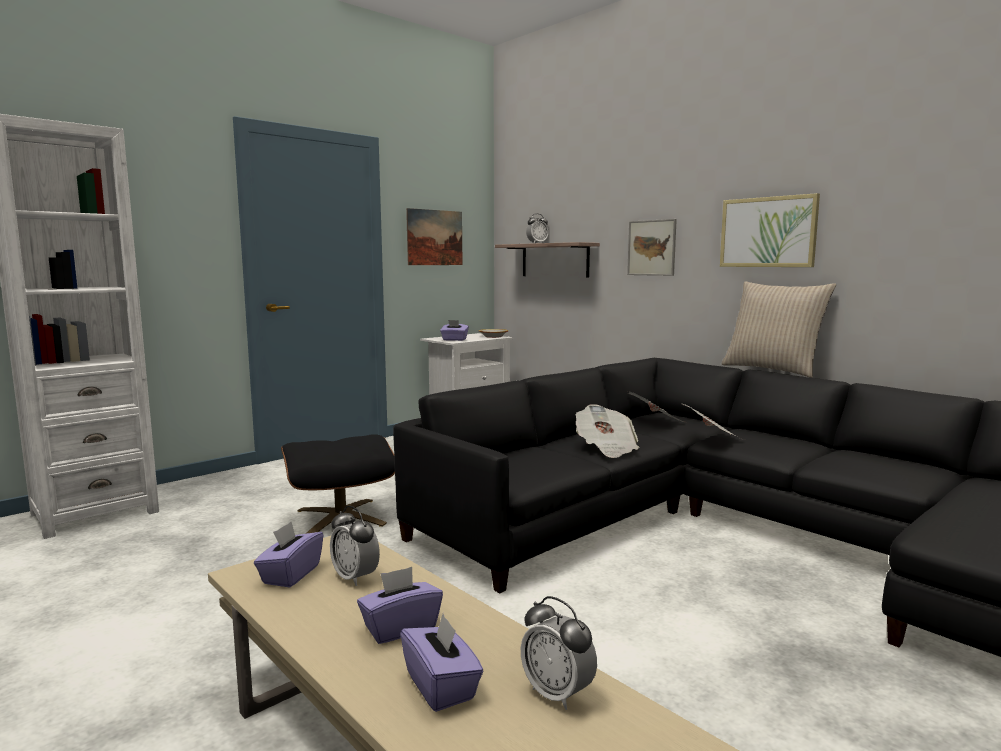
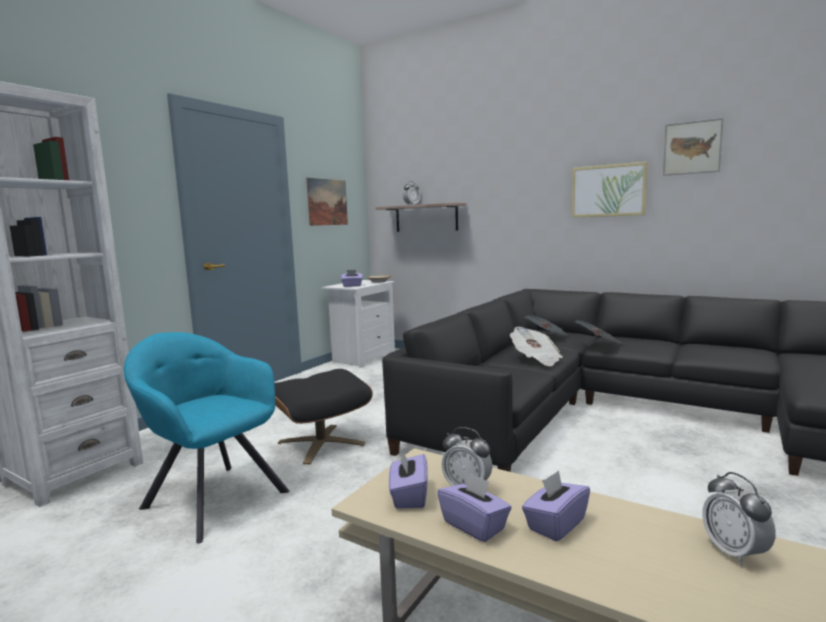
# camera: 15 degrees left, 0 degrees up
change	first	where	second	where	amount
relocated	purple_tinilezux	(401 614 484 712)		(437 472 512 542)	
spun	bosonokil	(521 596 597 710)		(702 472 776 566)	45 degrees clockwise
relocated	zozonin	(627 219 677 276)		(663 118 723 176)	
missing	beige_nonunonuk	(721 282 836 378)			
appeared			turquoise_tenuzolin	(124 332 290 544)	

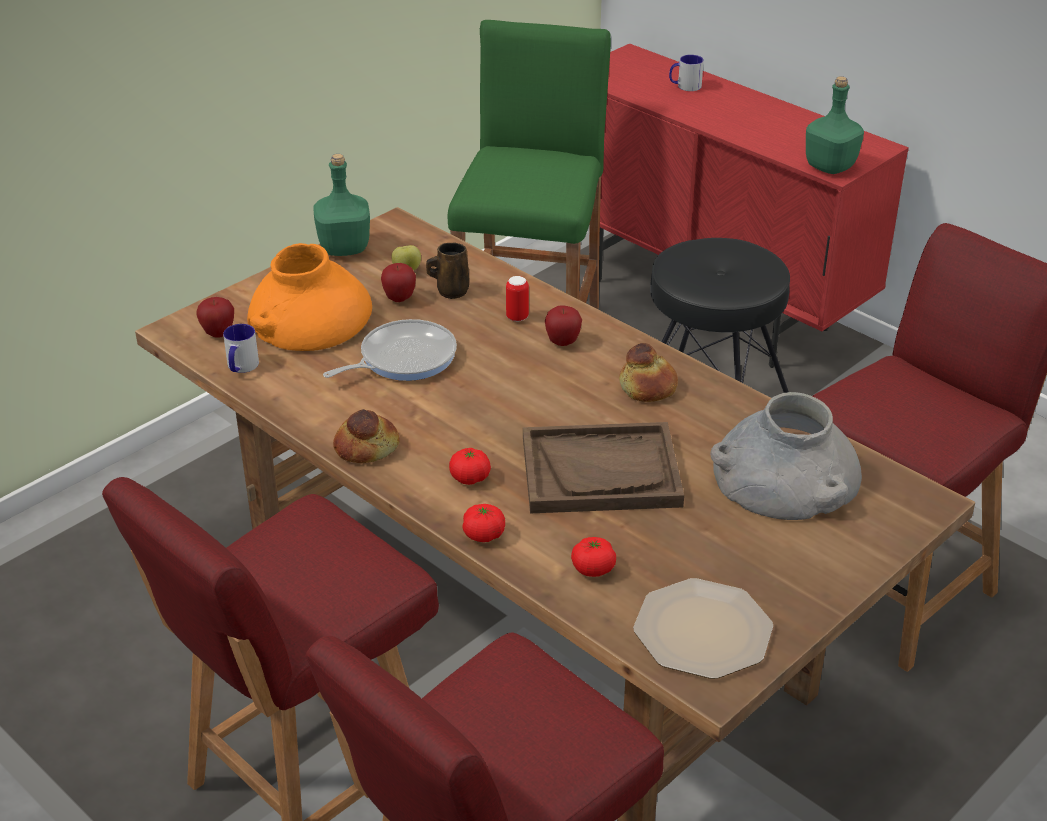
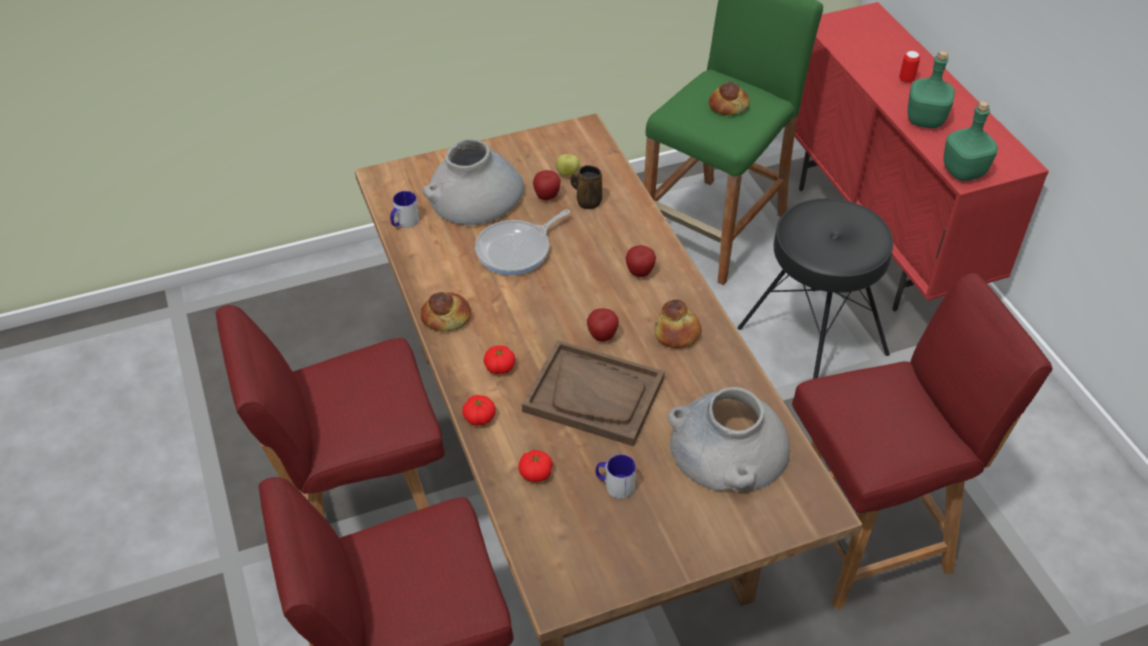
# camera: 25 degrees right, 10 degrees up
change	first	where	second	where	amount
relocated	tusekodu	(196 297 234 338)		(587 308 619 342)	
colour	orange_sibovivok	(247 243 372 351)	grey_sibovivok	(423 139 524 225)	
relocated	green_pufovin	(313 154 370 256)		(908 51 955 128)	
spun	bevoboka	(323 319 457 381)		(475 209 570 275)	150 degrees clockwise
relocated	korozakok	(506 276 529 321)		(899 51 920 83)	
missing	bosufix	(633 578 773 679)			
relocated	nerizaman	(669 55 704 91)		(595 455 636 499)	
appeared			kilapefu	(709 82 750 115)	

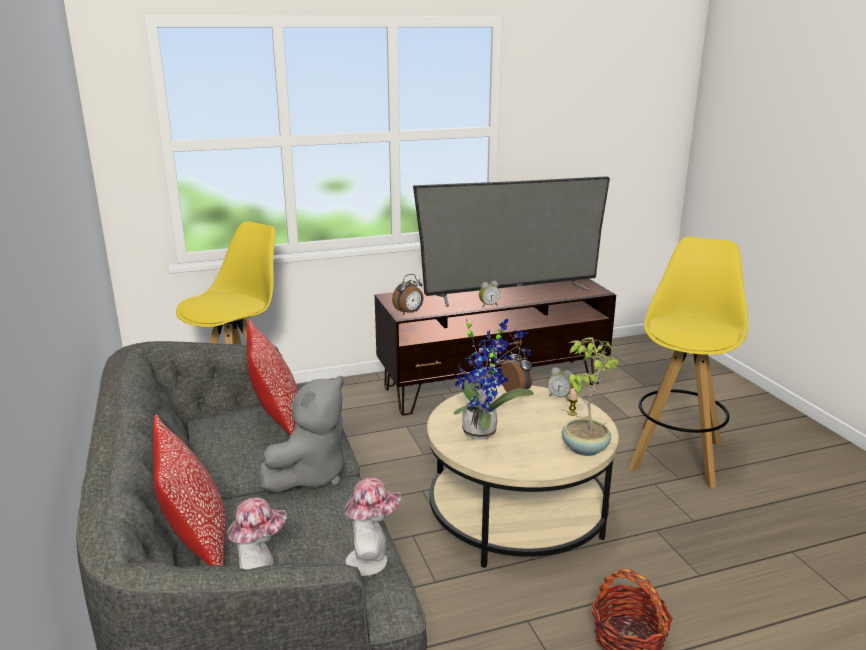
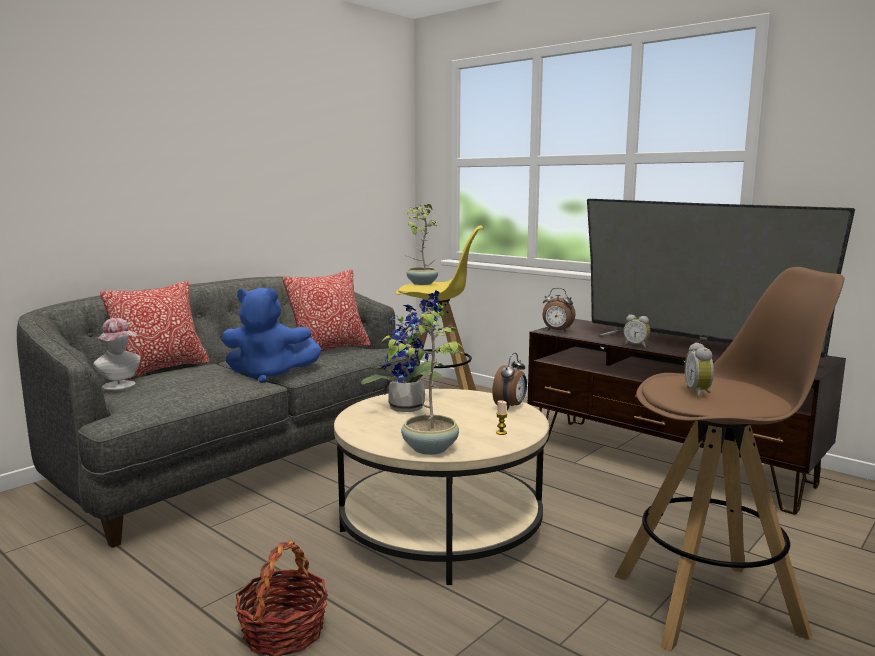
# camera: 60 degrees right, 10 degrees down
change	first	where	second	where	amount
colour	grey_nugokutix	(259 376 344 493)	blue_nugokutix	(221 288 322 383)	
missing	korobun	(345 477 401 576)			
relocated	bosonokil	(548 367 574 401)		(684 342 714 398)	
colour	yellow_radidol	(629 237 748 489)	brown_radidol	(615 267 845 651)	
appeared			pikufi	(405 204 439 285)	

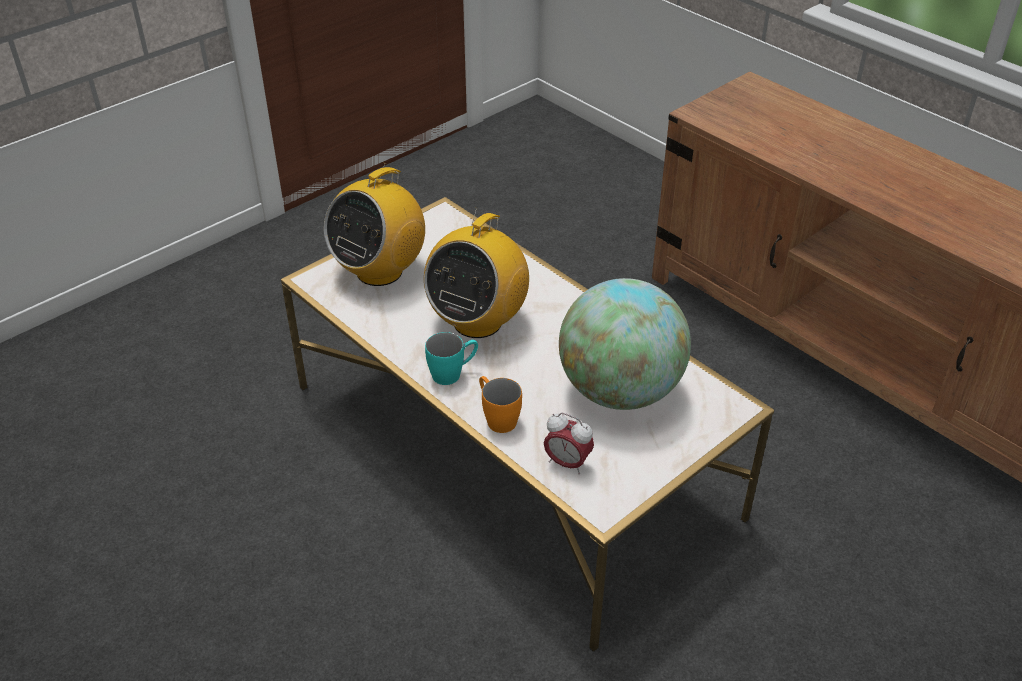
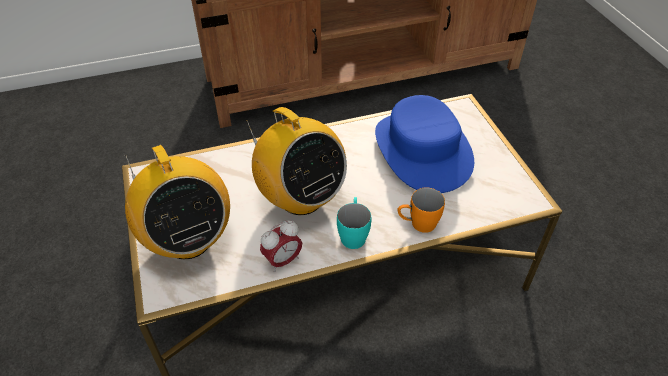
# camera: 65 degrees left, 5 degrees up
change	first	where	second	where	amount
relocated	bosonokil	(544 412 594 475)		(260 221 302 272)	
exchanged	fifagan	(559 278 691 410)	blue_korobun	(375 95 474 193)	

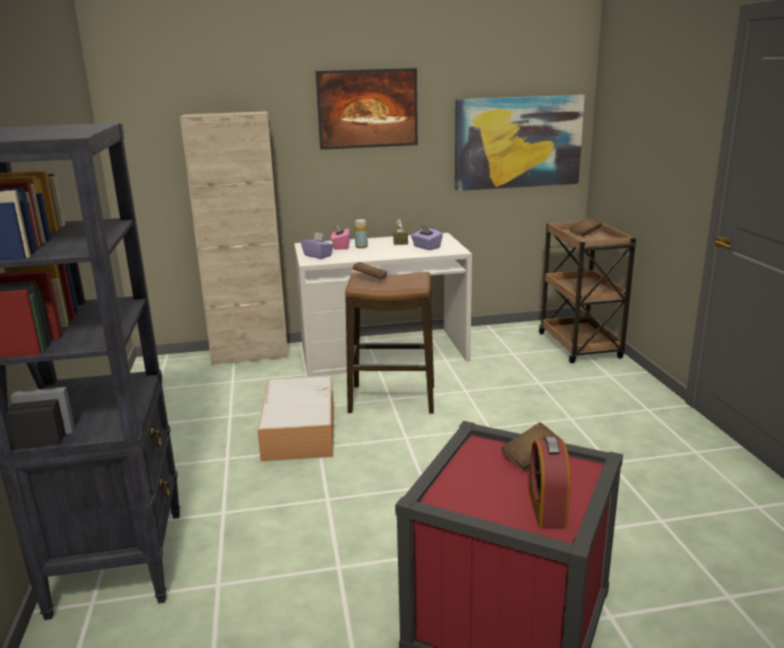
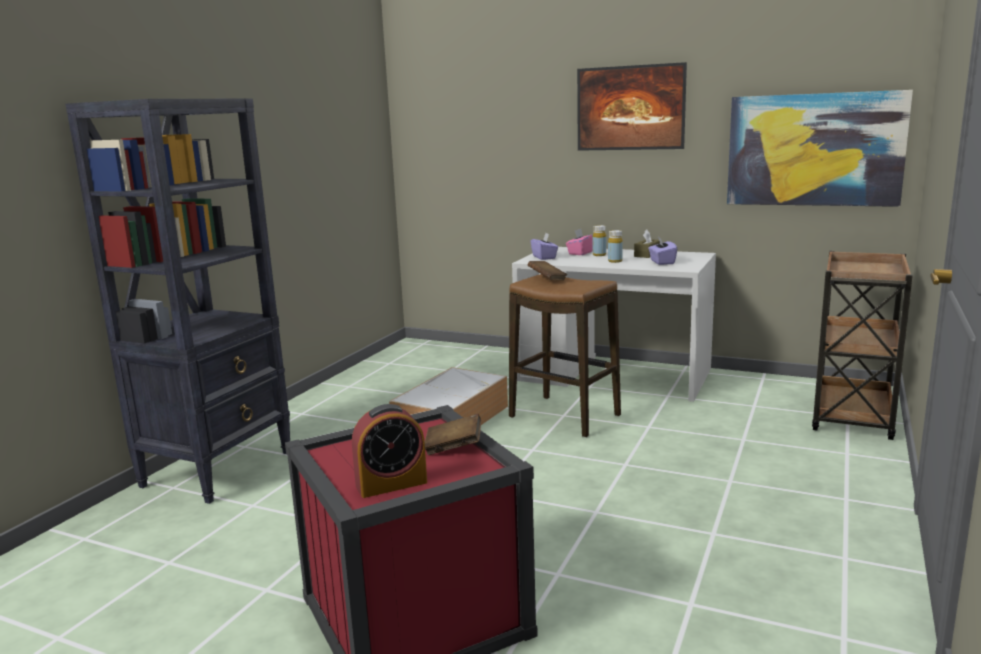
# camera: 35 degrees right, 5 degrees down
change	first	where	second	where	amount
missing	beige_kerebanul	(180 111 288 365)			
spun	bosonokil	(529 436 571 529)		(352 404 427 498)	150 degrees counterclockwise
missing	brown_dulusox	(569 217 603 237)			
appeared			yellow_pufovin	(608 230 623 263)	

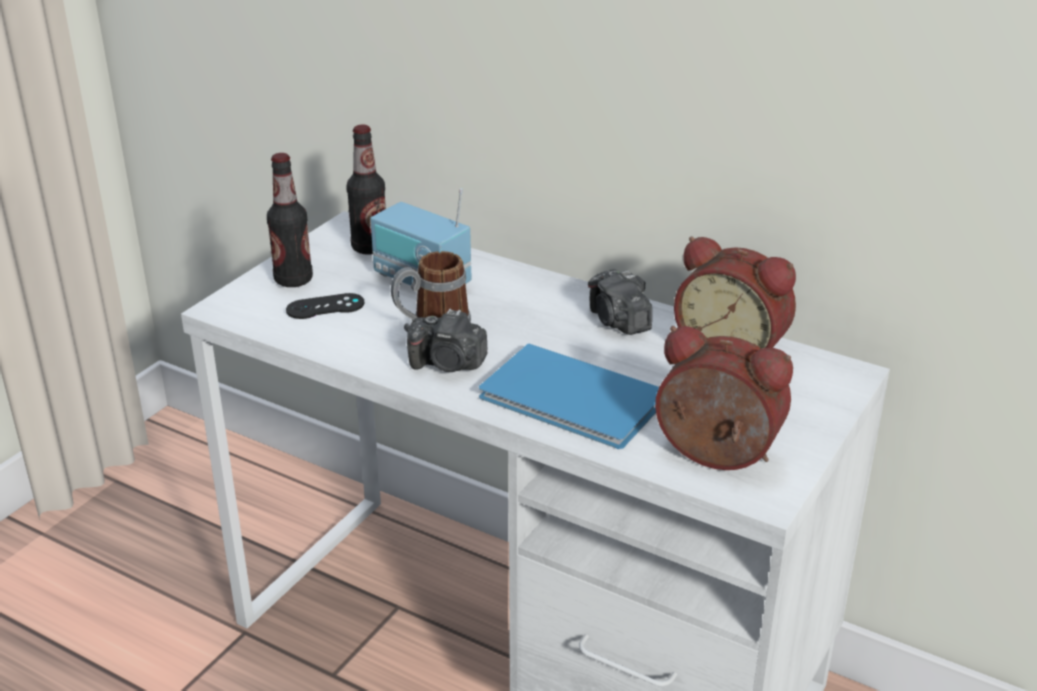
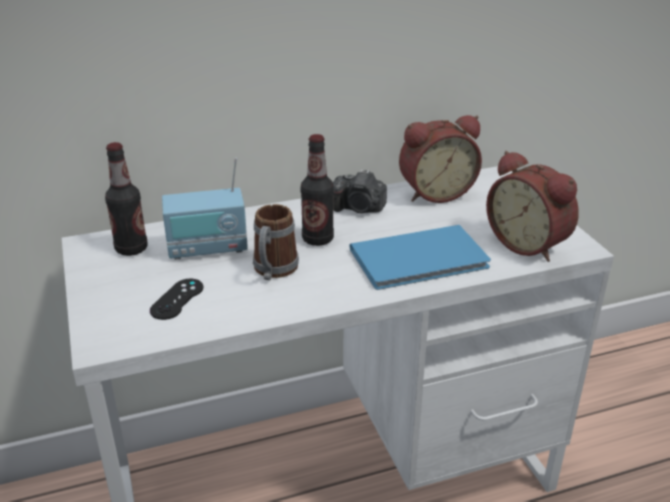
# camera: 50 degrees left, 0 degrees up
change	first	where	second	where	amount
relocated	pufovin	(267 153 313 287)		(301 134 334 246)	
missing	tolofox	(407 309 488 372)			
spun	bosonokil	(655 326 793 470)		(486 151 579 262)	105 degrees counterclockwise

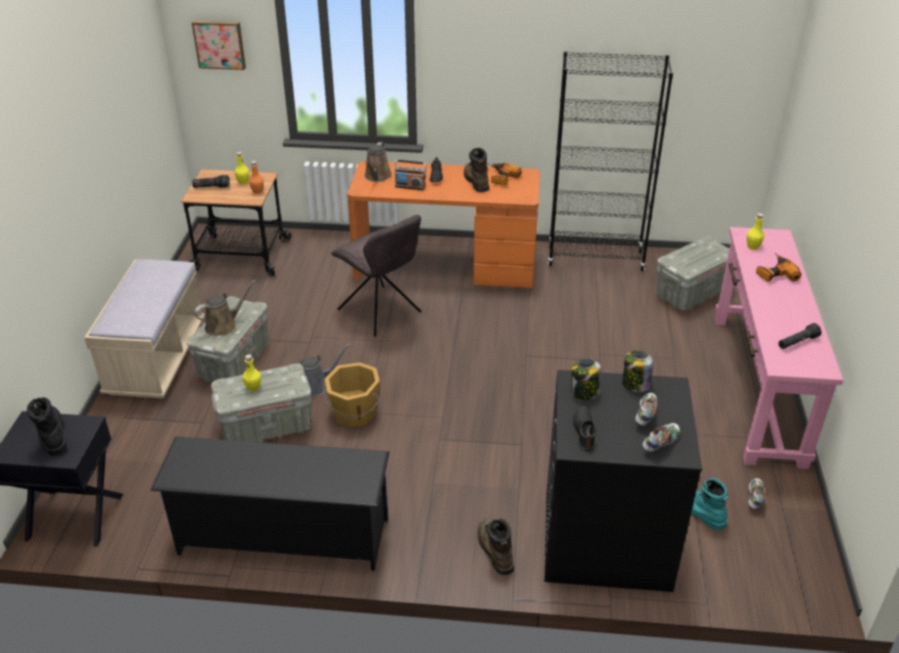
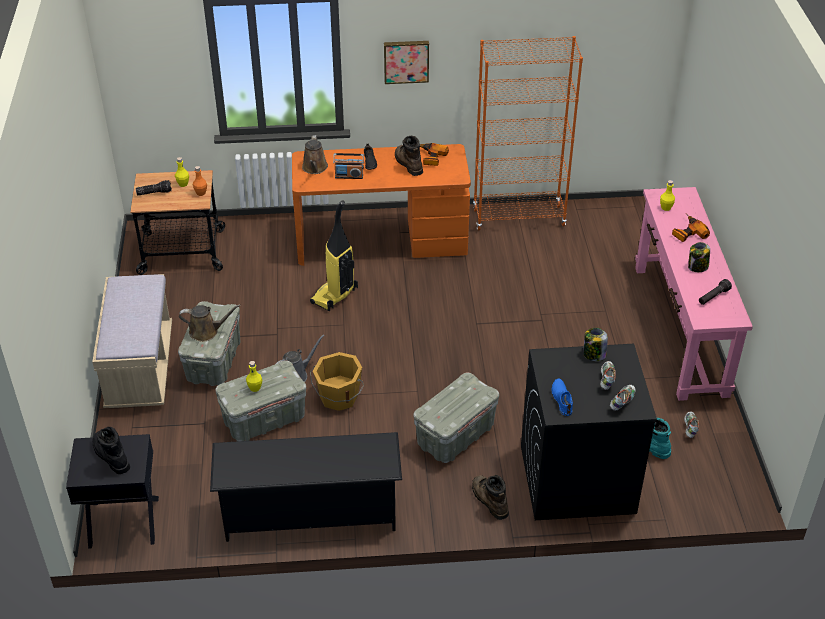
# camera: 10 degrees left, 5 degrees up
change	first	where	second	where	amount
relocated	zozonin	(191 20 246 70)		(384 41 429 84)	
spun	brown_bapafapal	(194 280 256 336)		(179 304 240 342)	45 degrees clockwise
exchanged	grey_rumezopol	(331 215 422 337)	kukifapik	(310 200 358 311)	
colour	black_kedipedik	(548 51 673 271)	orange_kedipedik	(473 36 583 231)	
relocated	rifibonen	(572 358 601 400)		(688 242 710 272)	
colour	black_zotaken	(573 405 595 451)	blue_zotaken	(551 379 573 416)	
relocated	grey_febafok	(656 236 730 310)		(414 373 499 463)	

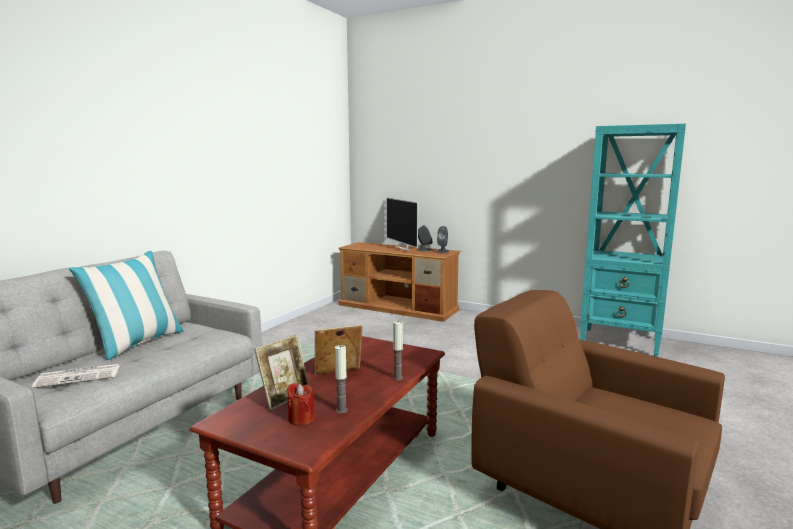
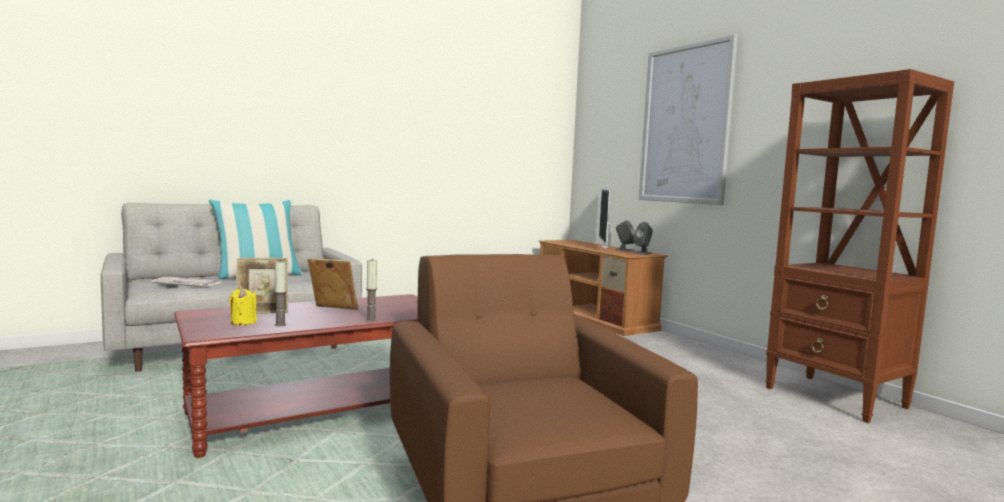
# camera: 30 degrees right, 5 degrees down
change	first	where	second	where	amount
colour	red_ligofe	(287 383 315 426)	yellow_ligofe	(229 288 257 325)	
colour	turquoise_kedipedik	(580 124 686 357)	brown_kedipedik	(765 69 954 423)	
appeared			zozonin	(639 34 738 205)	

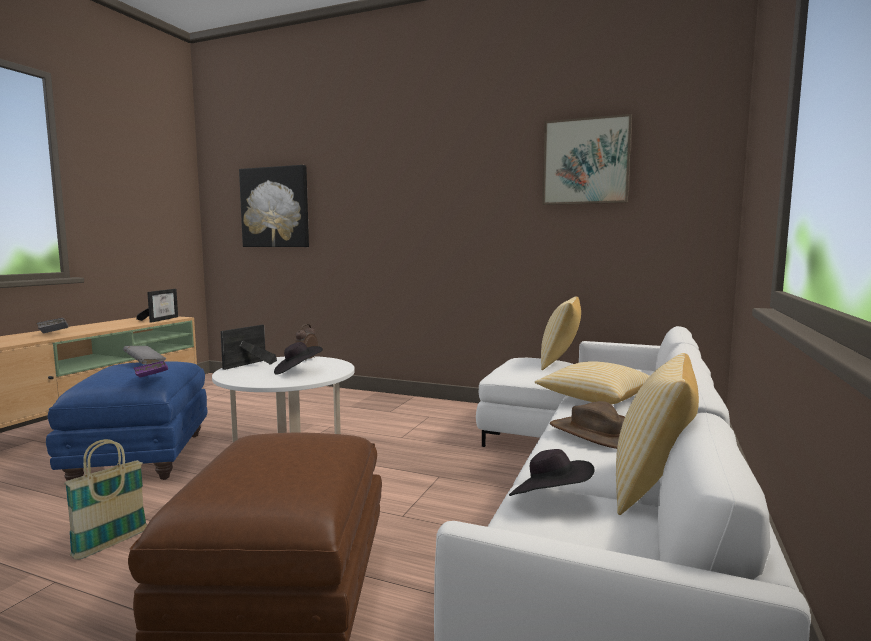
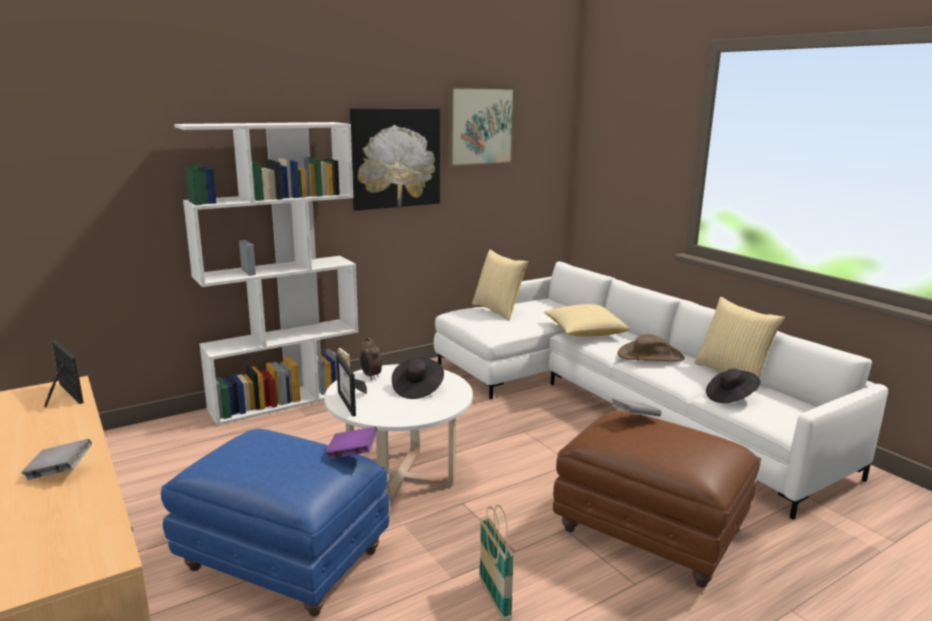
# camera: 55 degrees left, 10 degrees up
change	first	where	second	where	amount
relocated	grey_dulusox	(123 346 166 364)		(611 398 661 416)	
relocated	zozonin	(239 165 309 247)		(350 108 440 211)	
appeared			white_kedipedik	(174 122 359 426)	

